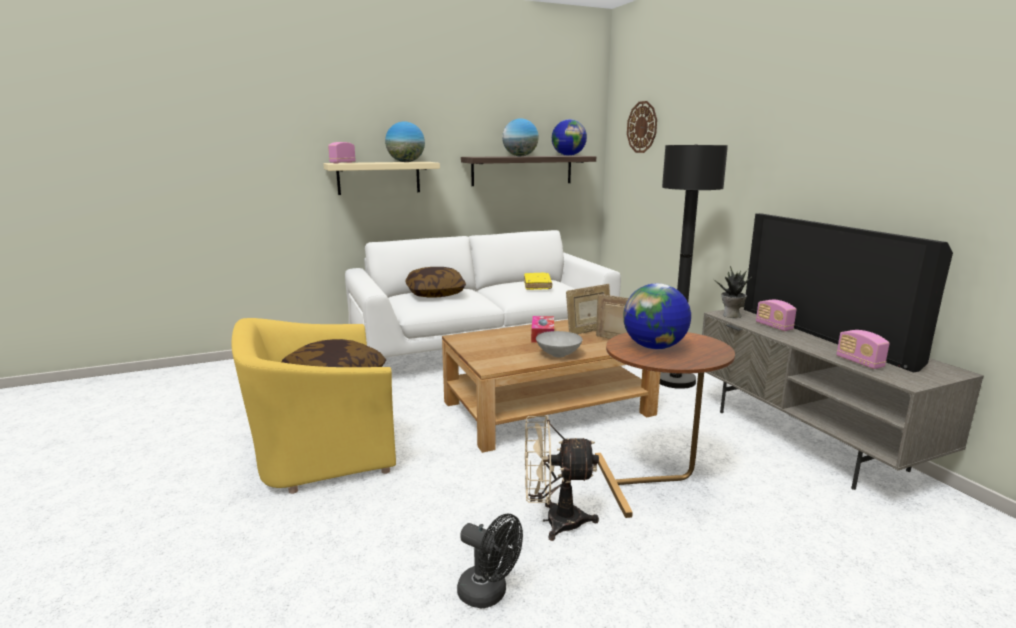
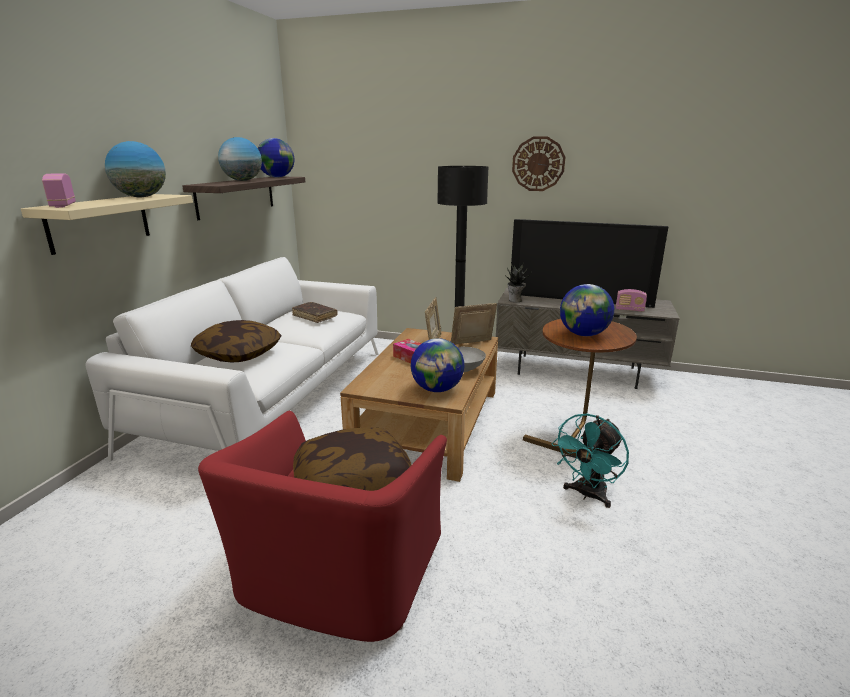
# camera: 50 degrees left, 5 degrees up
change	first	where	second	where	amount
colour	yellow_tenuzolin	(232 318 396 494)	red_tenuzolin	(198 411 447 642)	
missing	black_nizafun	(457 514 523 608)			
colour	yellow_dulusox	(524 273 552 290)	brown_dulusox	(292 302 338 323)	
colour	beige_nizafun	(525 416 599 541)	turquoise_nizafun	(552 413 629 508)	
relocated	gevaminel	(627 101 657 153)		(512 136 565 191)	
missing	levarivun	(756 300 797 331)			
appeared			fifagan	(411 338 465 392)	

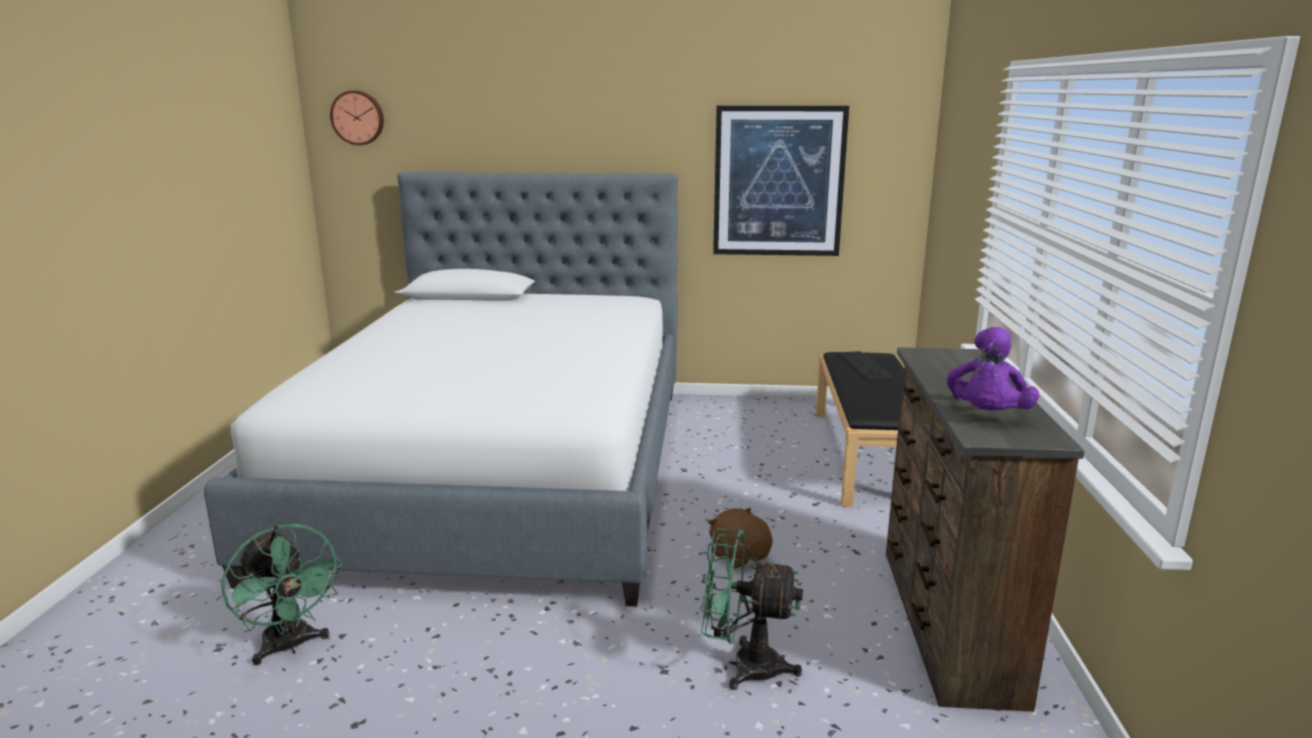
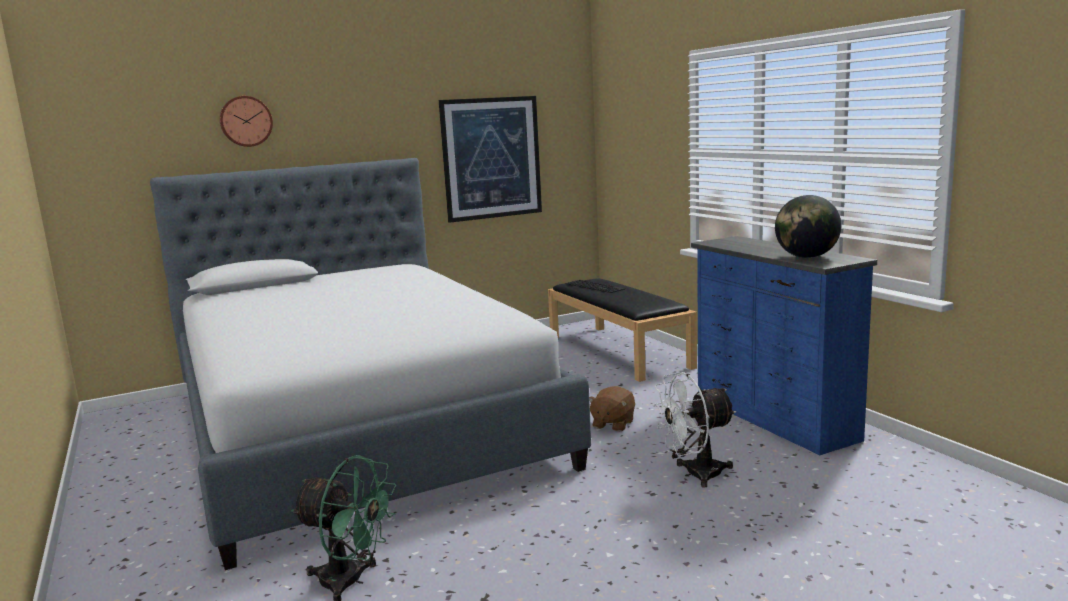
# camera: 30 degrees left, 5 degrees down
change	first	where	second	where	amount
relocated	gevaminel	(330 90 384 145)		(220 96 273 147)	
colour	green_nizafun	(700 528 803 690)	white_nizafun	(653 372 736 488)	
spun	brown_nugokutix	(708 508 773 569)		(589 386 635 432)	90 degrees counterclockwise
colour	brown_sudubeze	(886 347 1085 712)	blue_sudubeze	(691 236 877 455)	
exchanged	purple_nugokutix	(947 327 1039 410)	fifagan	(775 195 841 258)	

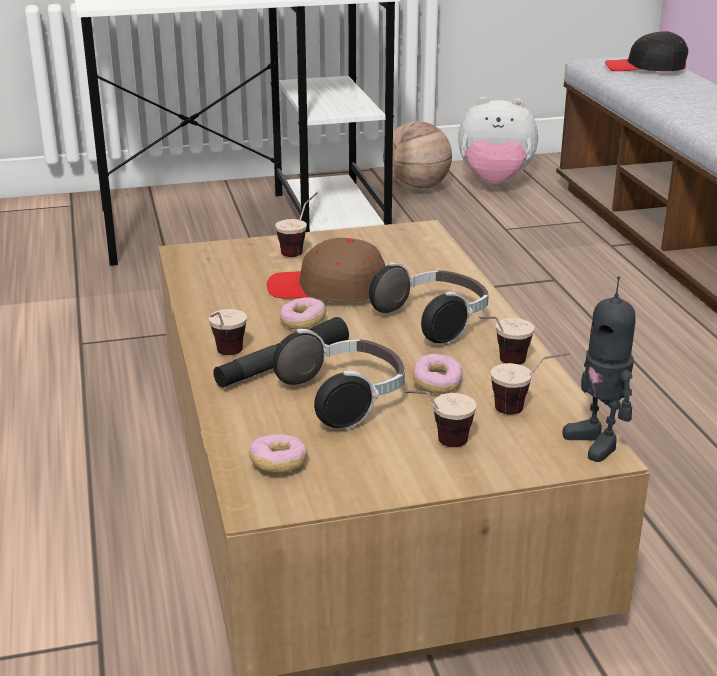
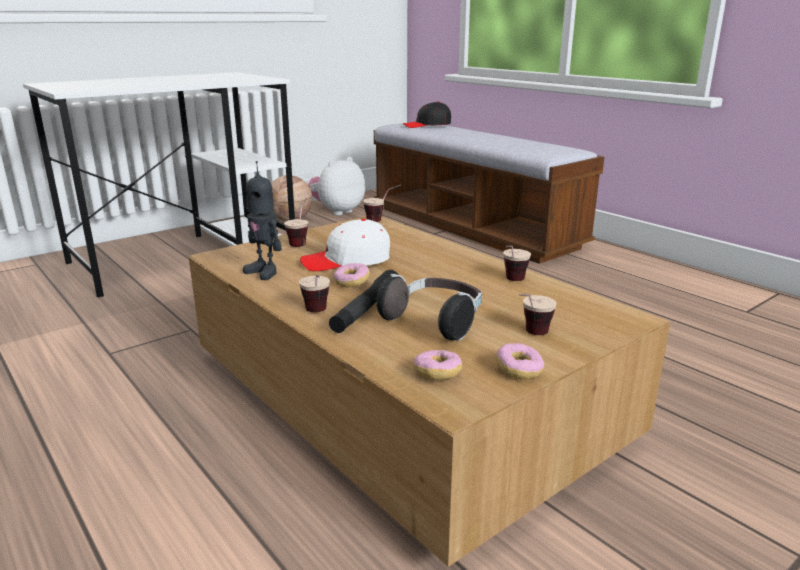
# camera: 25 degrees left, 5 degrees down
change	first	where	second	where	amount
colour	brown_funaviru	(267 238 385 302)	white_funaviru	(300 219 390 271)	
missing	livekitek	(369 262 489 345)			
relocated	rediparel	(412 354 463 394)		(496 343 544 379)	
spun	nugokutix	(458 97 538 185)		(308 157 365 216)	150 degrees clockwise
relocated	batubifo	(490 352 570 415)		(363 184 401 222)	
relocated	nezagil	(562 276 636 462)		(243 161 282 280)	

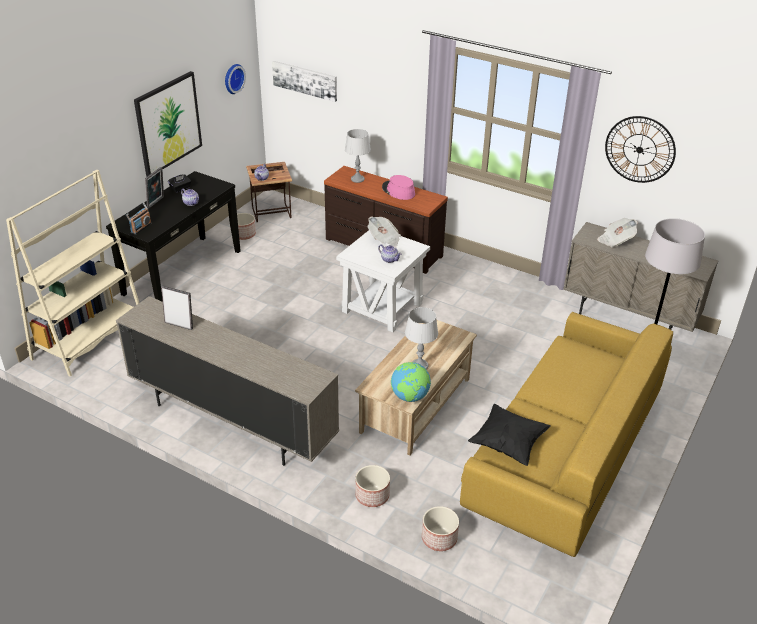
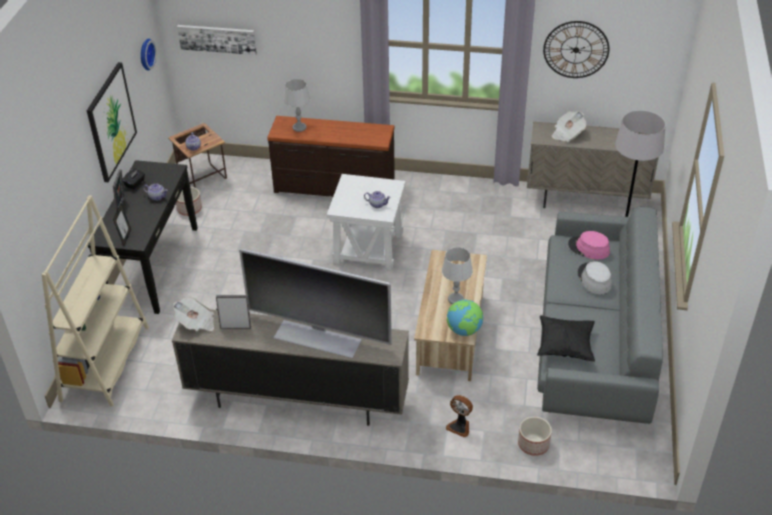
# camera: 20 degrees left, 5 degrees up
change	first	where	second	where	amount
exchanged	levarivun	(126 202 151 234)	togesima	(113 203 131 246)	
exchanged	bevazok	(355 465 390 507)	nizafun	(446 395 473 438)	
relocated	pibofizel	(367 216 401 247)		(173 297 214 331)	
relocated	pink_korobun	(382 175 415 200)		(568 231 610 259)	
colour	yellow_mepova	(460 312 673 557)	grey_mepova	(537 206 663 424)	
appeared			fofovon	(239 249 392 358)	
appeared			grey_korobun	(578 261 612 294)	

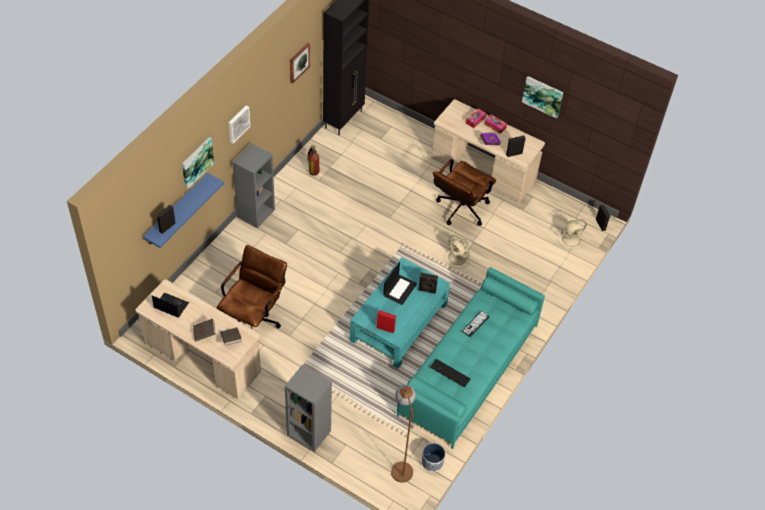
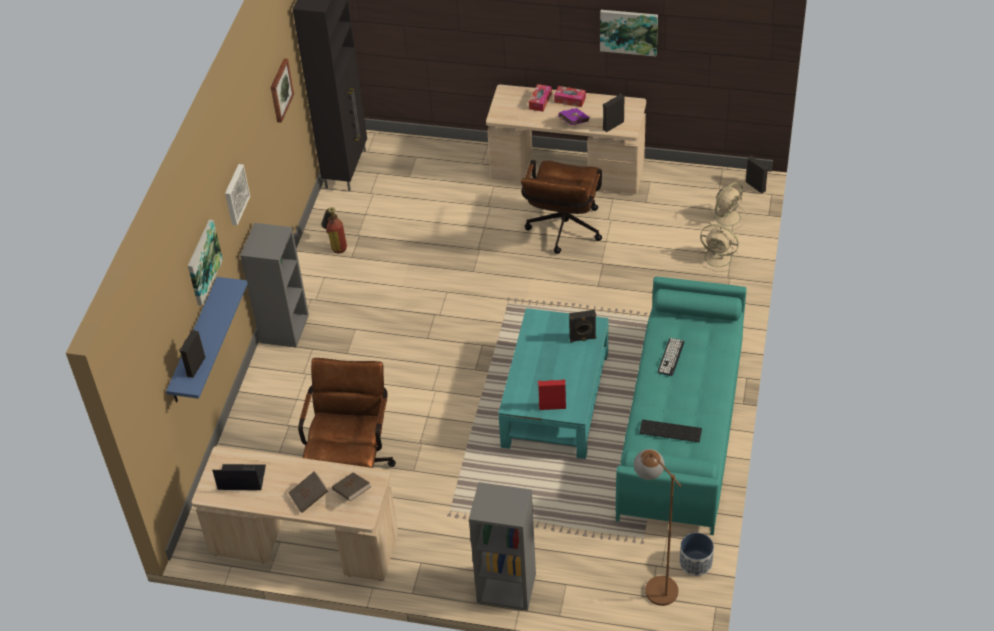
# camera: 15 degrees left, 5 degrees down
change	first	where	second	where	amount
missing	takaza	(383 262 417 305)			
relocated	beige_nizafun	(444 235 472 269)		(699 224 739 272)	

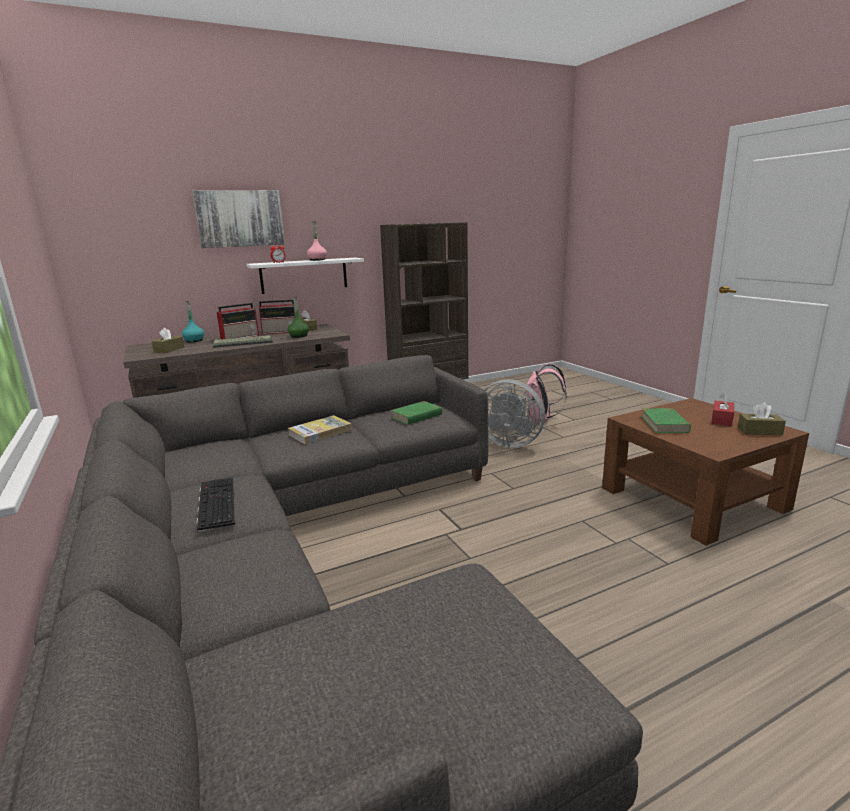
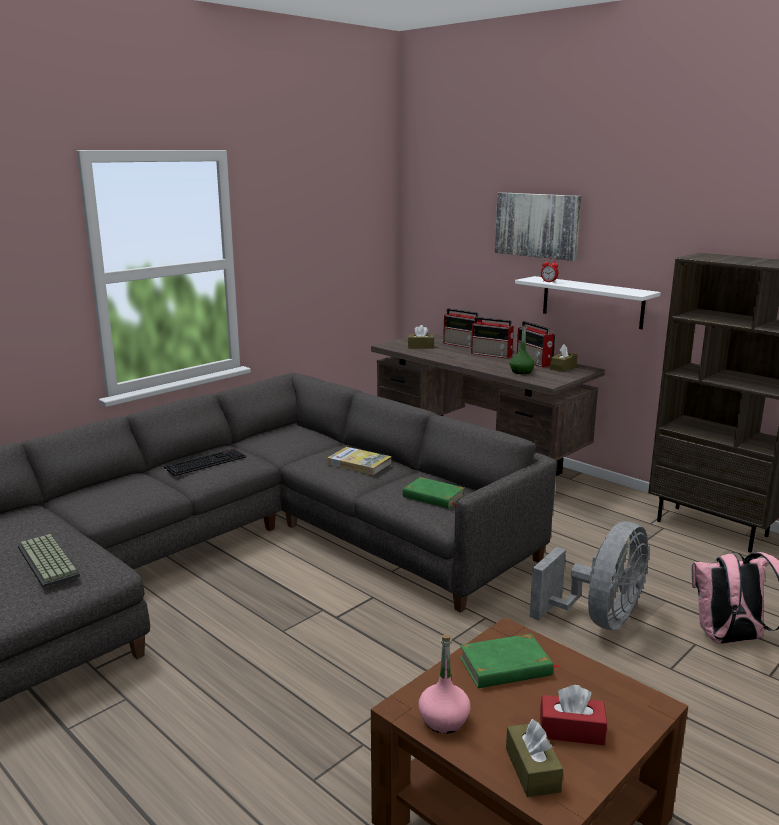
# camera: 70 degrees right, 0 degrees up
change	first	where	second	where	amount
exchanged	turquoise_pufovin	(182 301 204 342)	levarivun	(443 308 482 348)	
relocated	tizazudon	(213 335 273 348)		(18 534 80 587)	
relocated	pink_pufovin	(307 221 327 261)		(418 634 471 734)	
spun	grey_nizafun	(484 379 545 448)		(529 521 649 630)	150 degrees counterclockwise

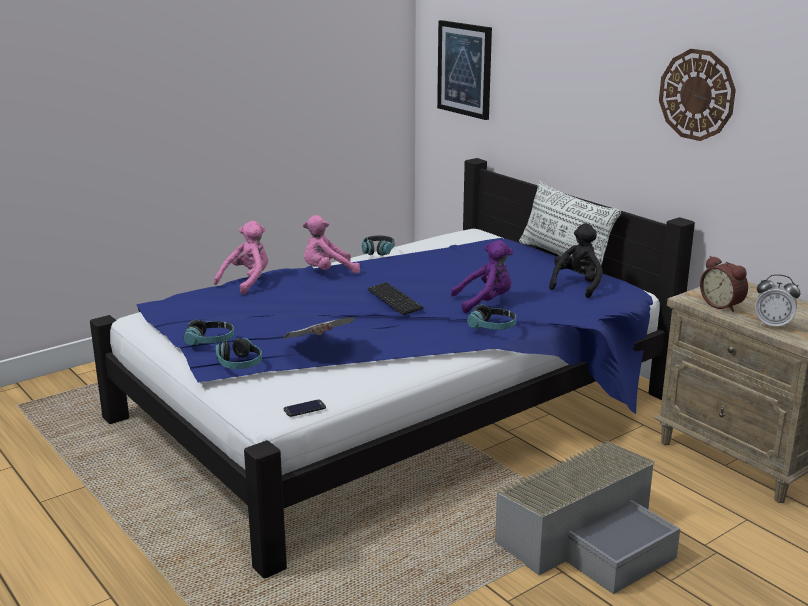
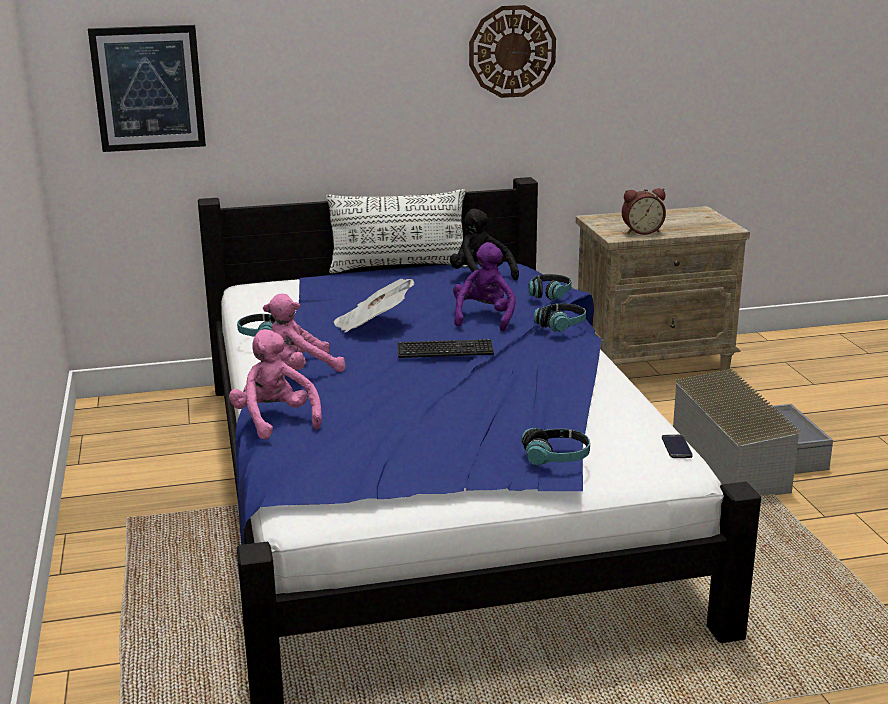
# camera: 65 degrees left, 0 degrees up
change	first	where	second	where	amount
relocated	livekitek	(184 320 234 345)		(529 274 572 300)	
relocated	pibofizel	(283 317 355 339)		(333 279 414 333)	
spun	pink_nugokutix	(303 215 360 274)		(263 294 346 372)	60 degrees clockwise
missing	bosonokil	(755 274 800 330)			

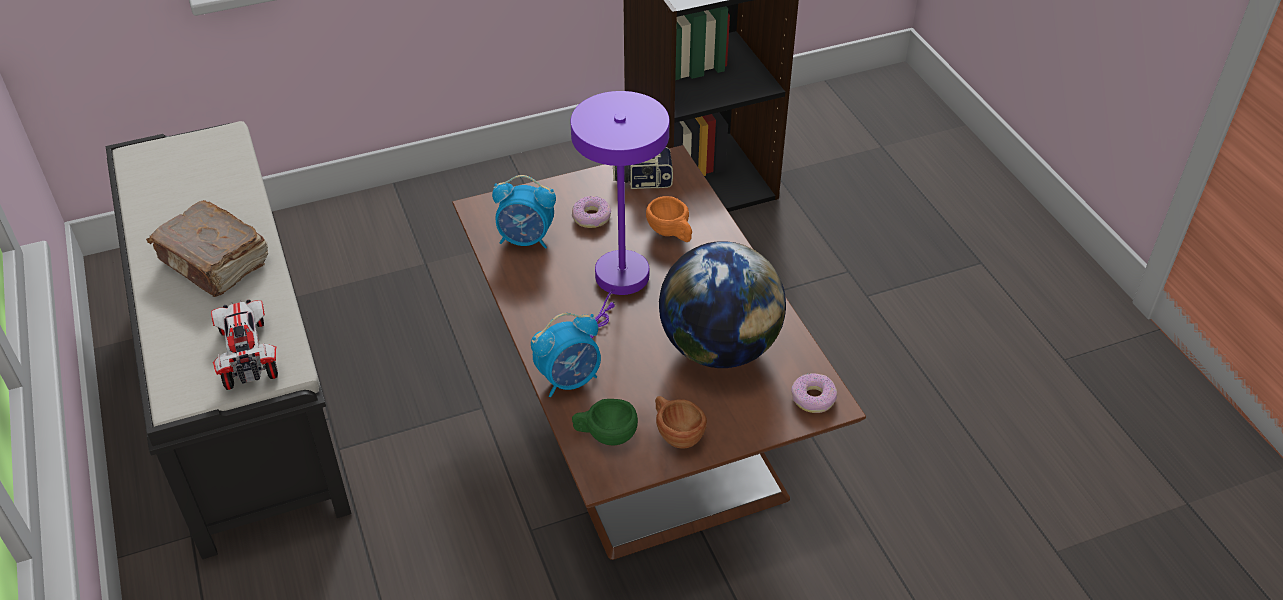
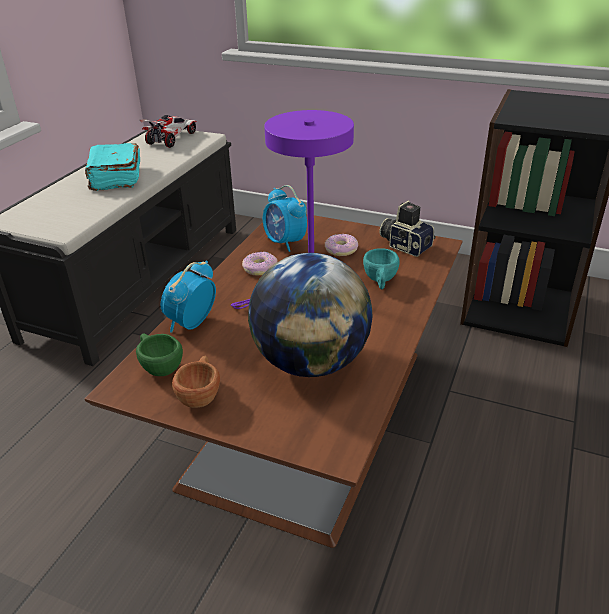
# camera: 45 degrees right, 10 degrees down
change	first	where	second	where	amount
colour	brown_dulusox	(146 200 268 297)	turquoise_dulusox	(85 143 140 191)	
relocated	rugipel	(211 299 278 390)		(140 115 197 148)	
spun	bosonokil	(531 313 601 397)		(161 261 216 332)	105 degrees clockwise
colour	orange_batubifo	(646 196 692 242)	turquoise_batubifo	(363 248 400 289)	
relocated	rediparel	(791 373 837 413)		(242 251 277 276)	

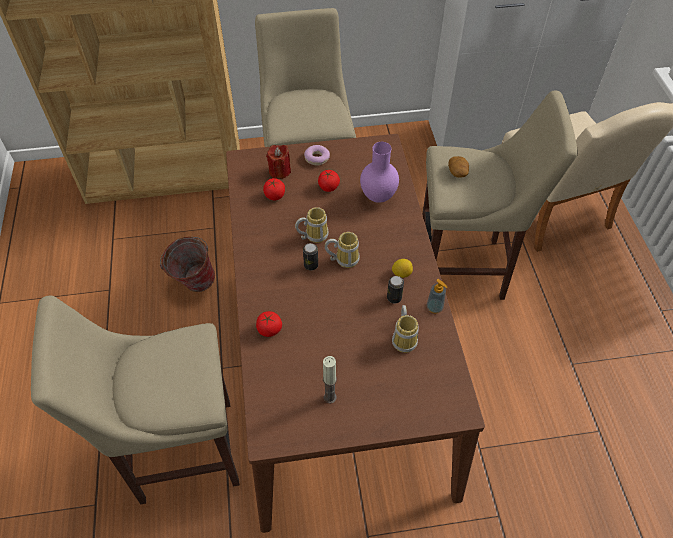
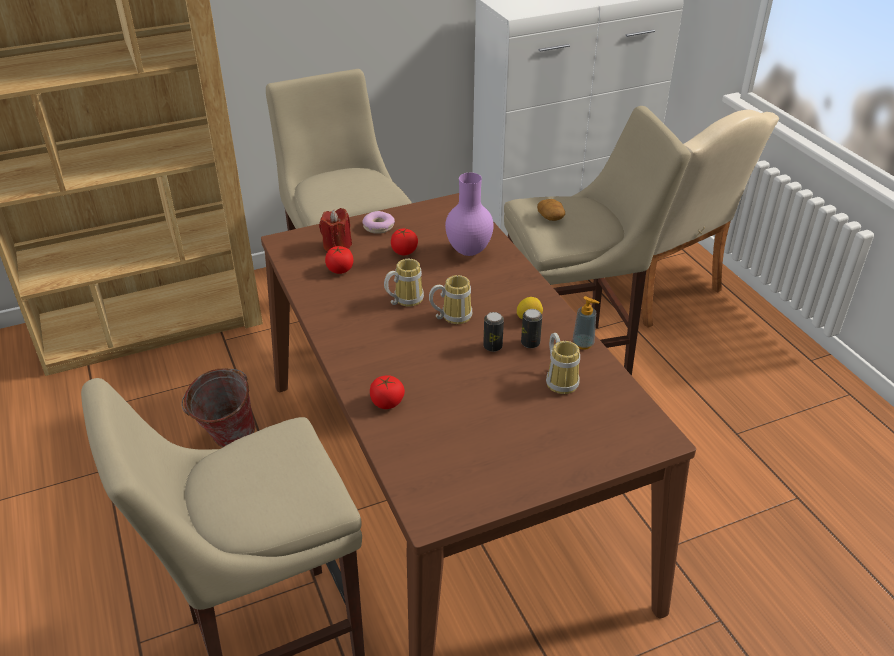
# camera: 15 degrees left, 15 degrees down
change	first	where	second	where	amount
relocated	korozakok	(303 243 318 271)		(483 312 504 352)	
missing	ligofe	(323 356 337 404)			

